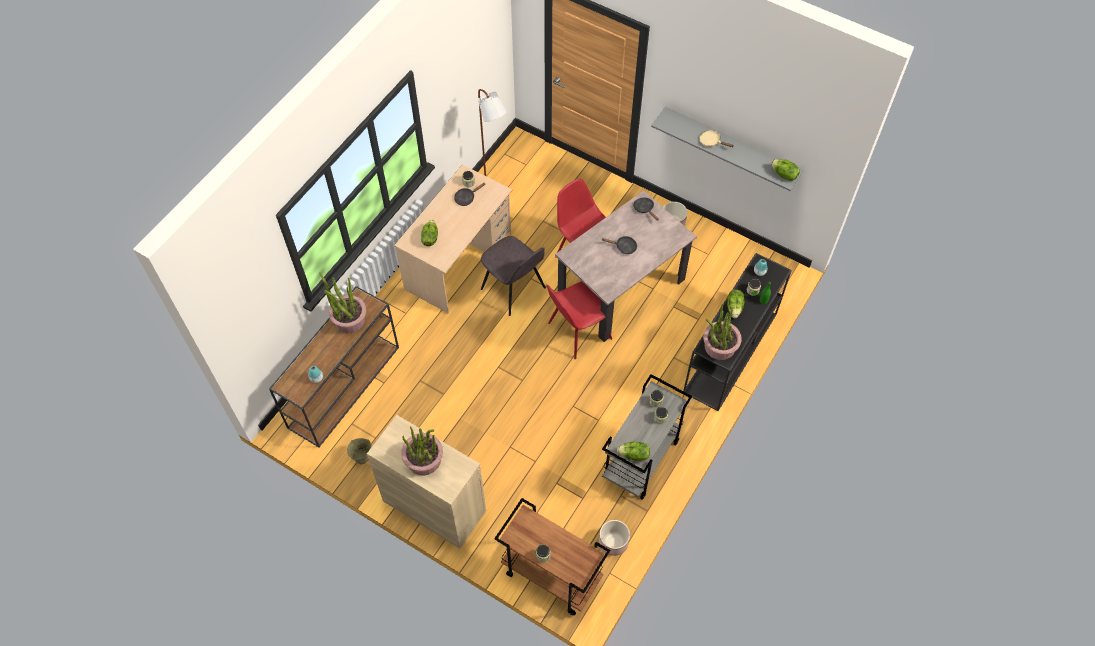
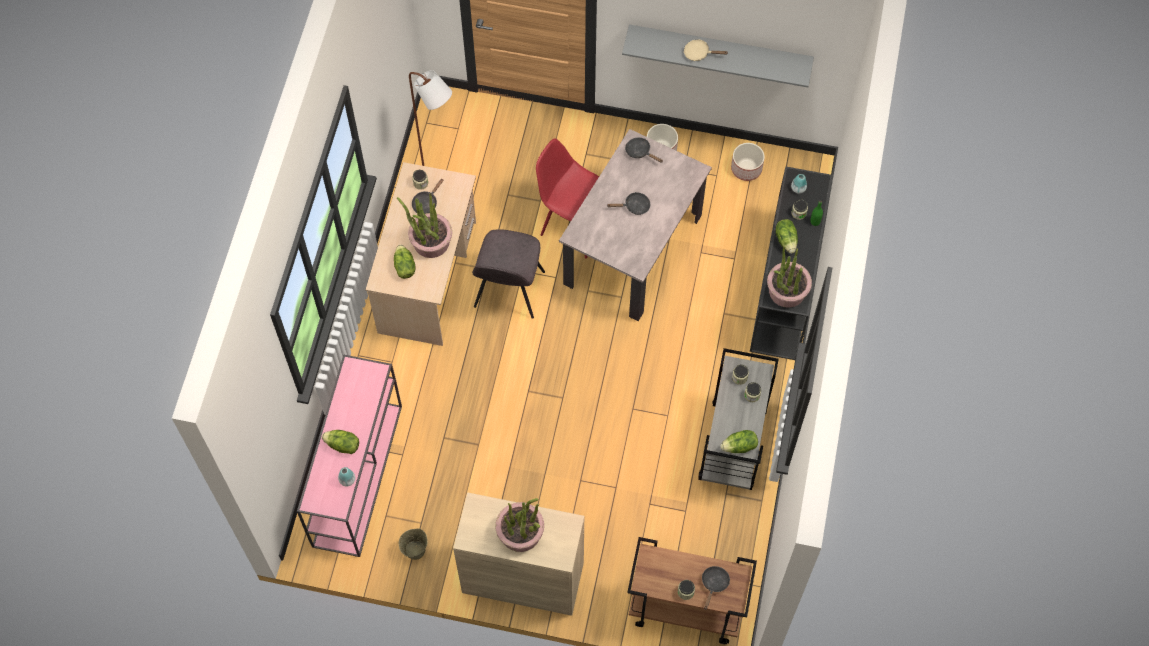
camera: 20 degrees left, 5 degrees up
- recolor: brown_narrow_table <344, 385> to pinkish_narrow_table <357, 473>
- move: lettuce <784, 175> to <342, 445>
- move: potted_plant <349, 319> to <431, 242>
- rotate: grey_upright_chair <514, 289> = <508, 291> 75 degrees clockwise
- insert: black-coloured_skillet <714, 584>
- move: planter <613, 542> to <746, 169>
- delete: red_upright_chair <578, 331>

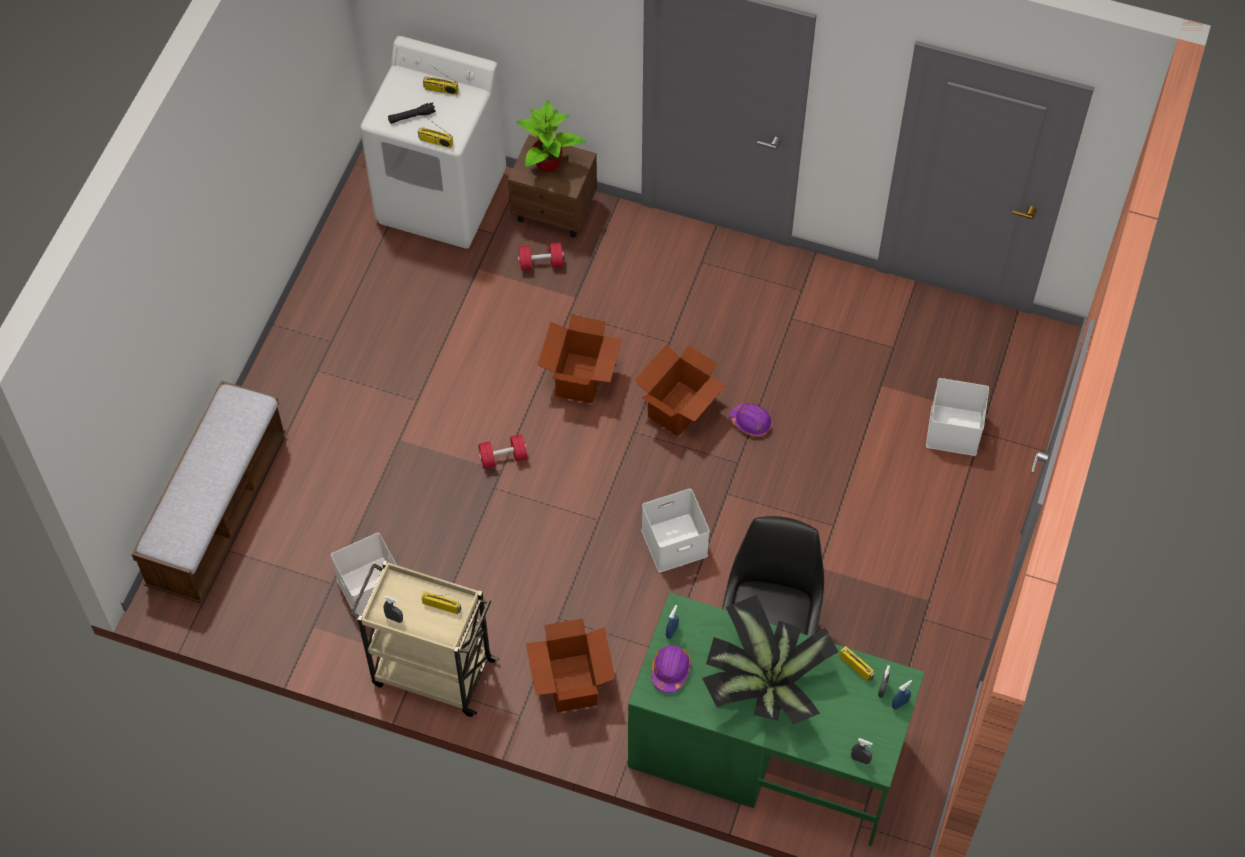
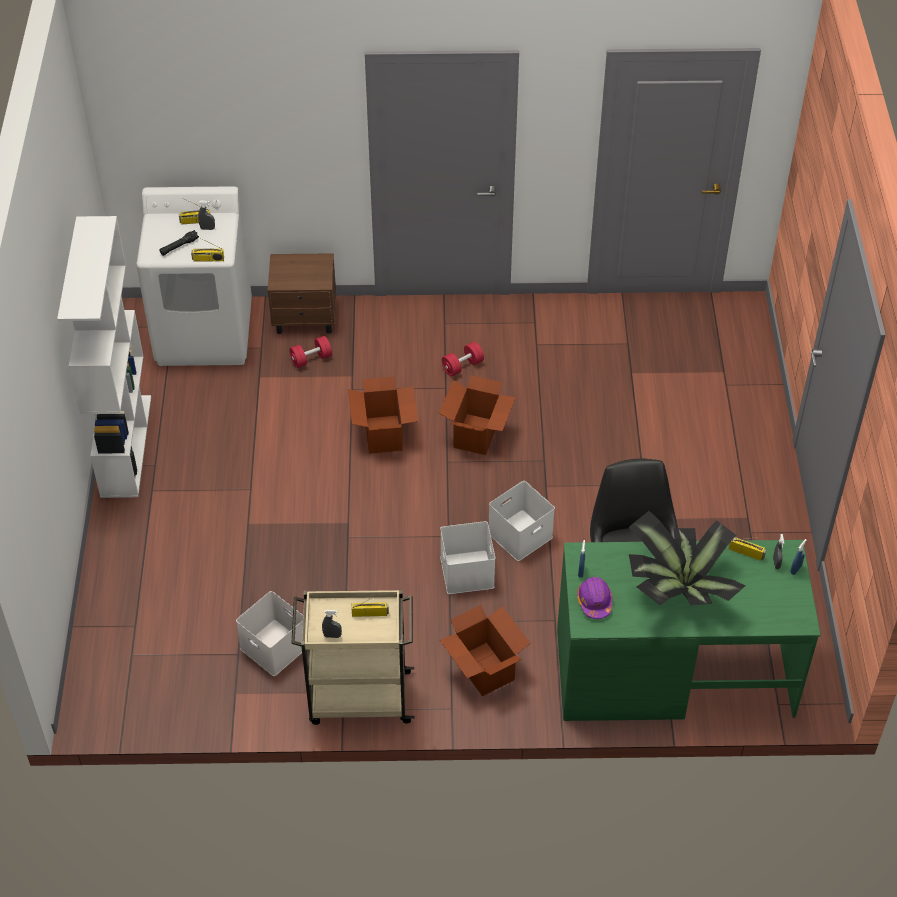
camera: 20 degrees left, 10 degrees down
- insert: white_shelving_unit <125, 445>
- move: grey_sprayer <860, 759> to <207, 228>
- move: white_storage_box <955, 431> to <468, 573>
- move: red_dumbbell <503, 457> to <462, 366>
- delete: long_seat <218, 510>
- delete: potted_plant <548, 164>
- delete: purplish_work_helmet <751, 422>

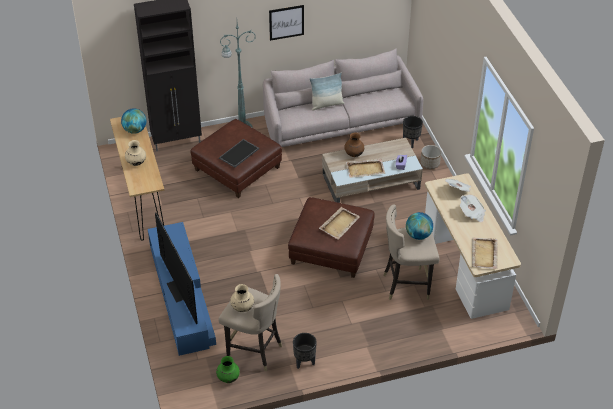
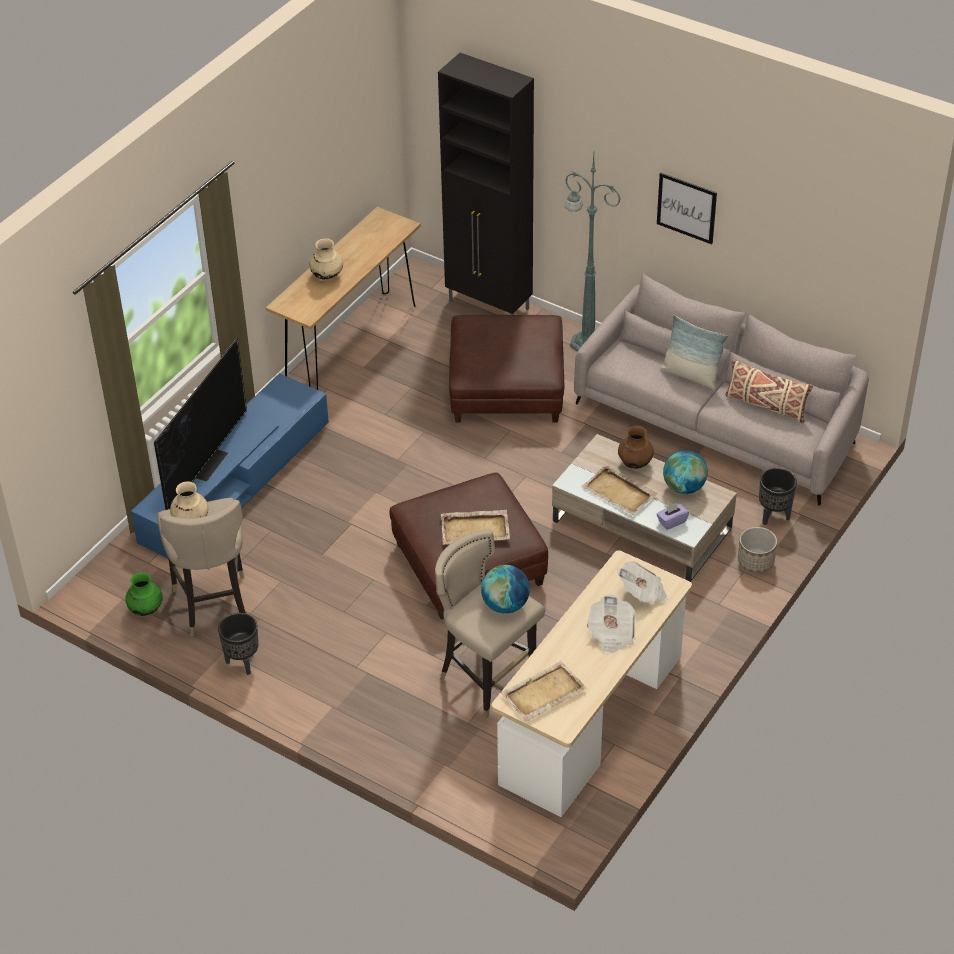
camera: 50 degrees right, 0 degrees up
- move: world_globe <135, 130> to <684, 487>
- insert: beige-coloured_throw_pillow <766, 405>
- delete: carrying_tray <239, 154>

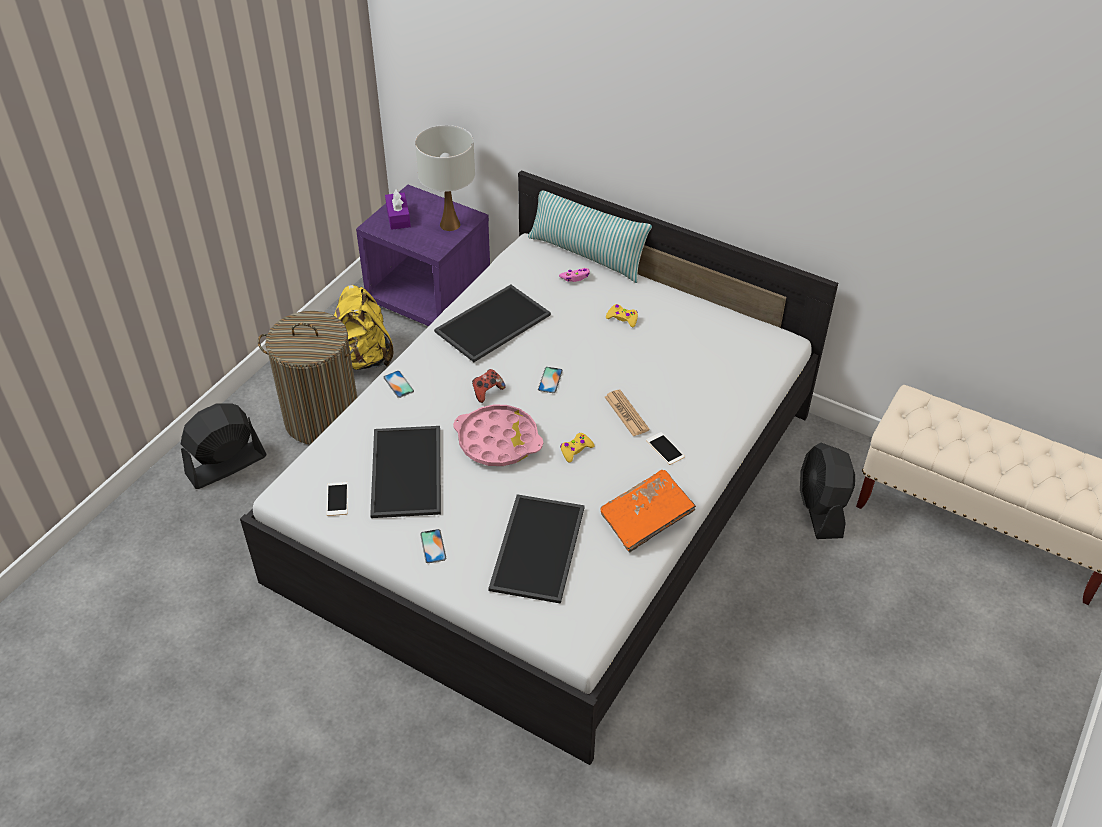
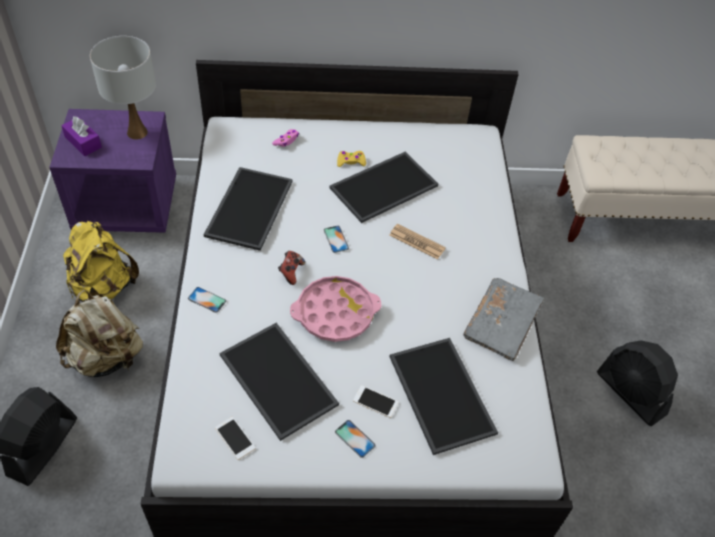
camera: 35 degrees left, 5 degrees up
- replace: hamper <322, 418> to beige-coloured_knapsack <106, 358>
- insert: carrying_tray <383, 185>
- move: handset <665, 448> to <375, 401>
- recolor: orangey_bound_book <646, 519> to grey_bound_book <501, 326>
- move: black-coloured_electric_fan <821, 508> to <631, 394>
- delete: throw_pillow <587, 255>
- delete: yellowish_joypad <575, 450>

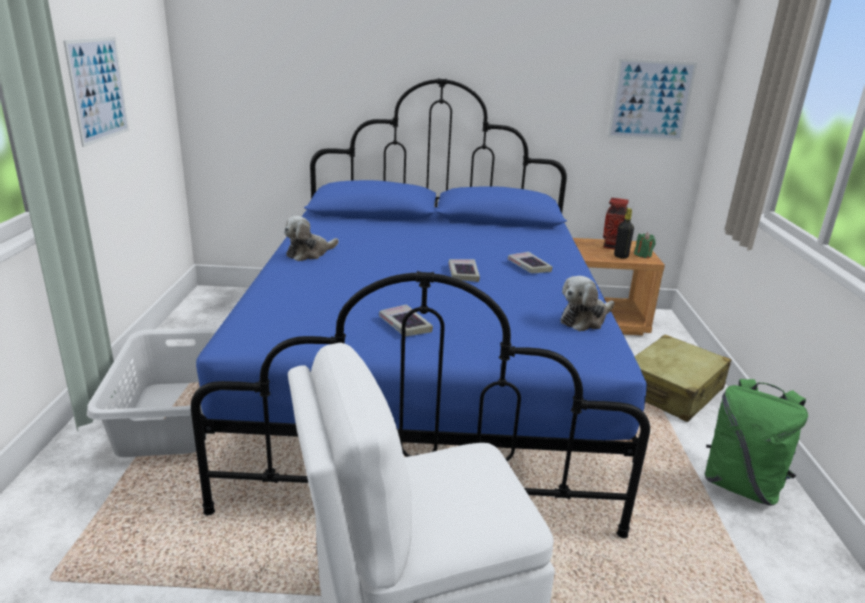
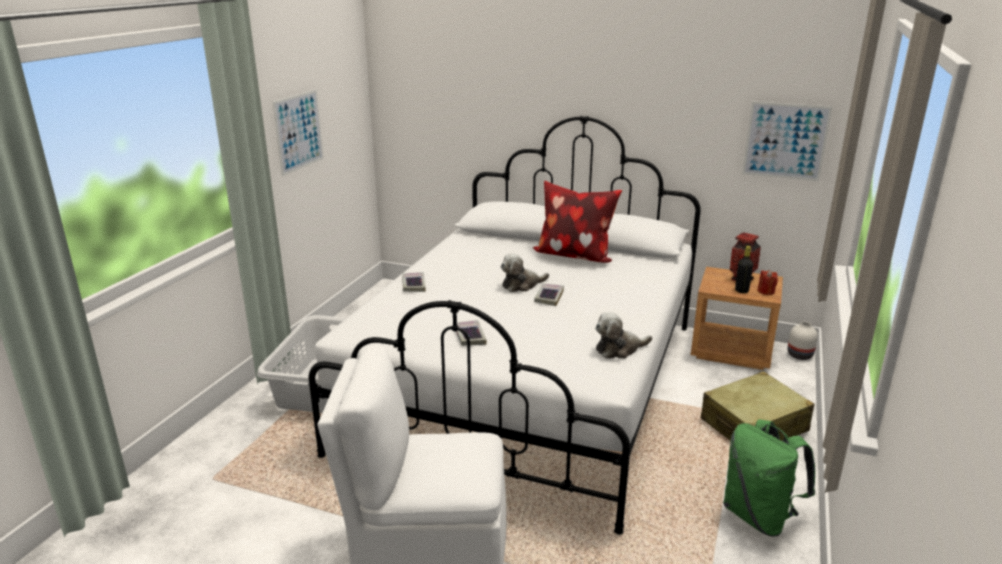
camera: 20 degrees right, 0 degrees up
- recolor: blue-coloured_bed <427, 381> to white_bed <530, 384>
- move: bound_book <529, 266> to <413, 285>
- move: soft_toy <309, 253> to <522, 285>
- insert: throw_pillow <574, 255>
- recolor: green-coloured_wax_candle <643, 255> to red_wax_candle <766, 291>
- insert: white_flower_vase <800, 355>

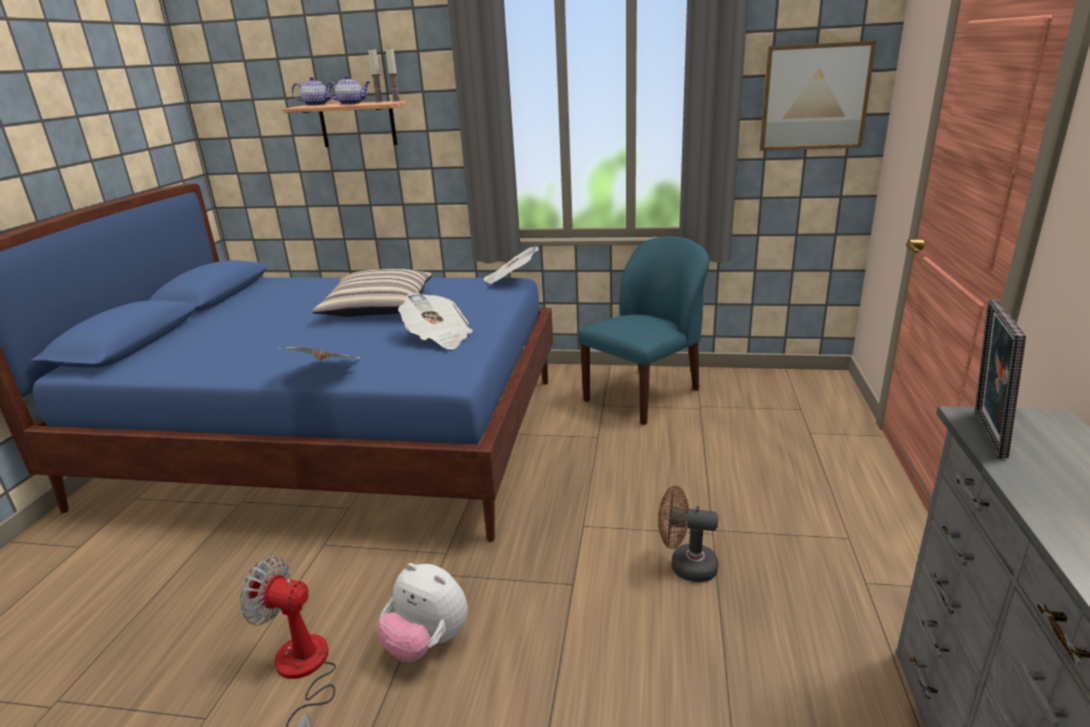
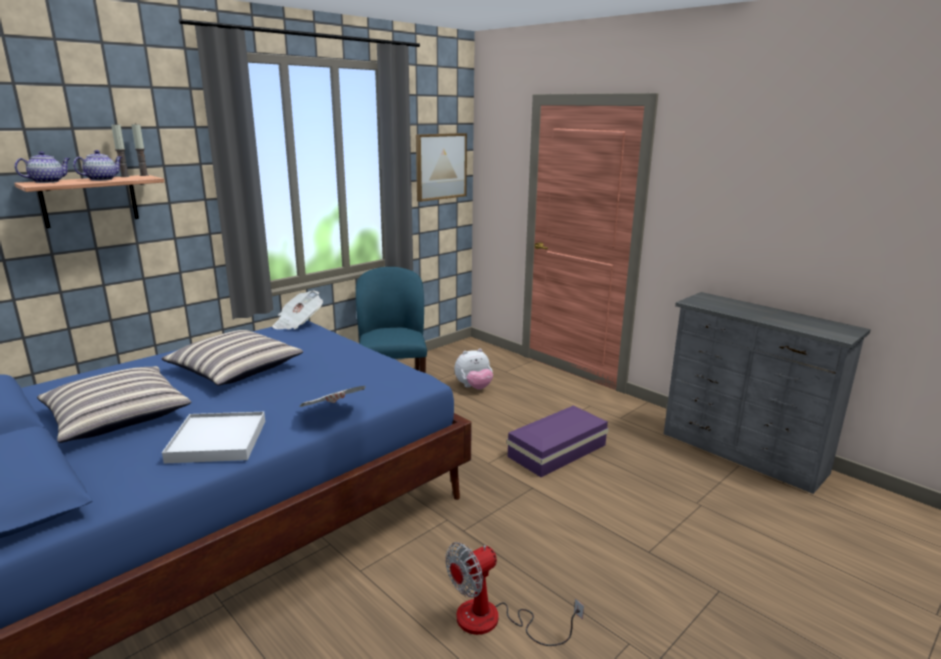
camera: 55 degrees left, 5 degrees down
- insert: throw_pillow <117, 416>
- insert: white_carrying_tray <217, 441>
- move: soft_toy <427, 643> to <474, 387>
- replace: brown_electric_fan <685, 566> to purplish_storage_box <559, 450>
- delete: daily_paper <438, 338>
- delete: picture_frame <983, 433>

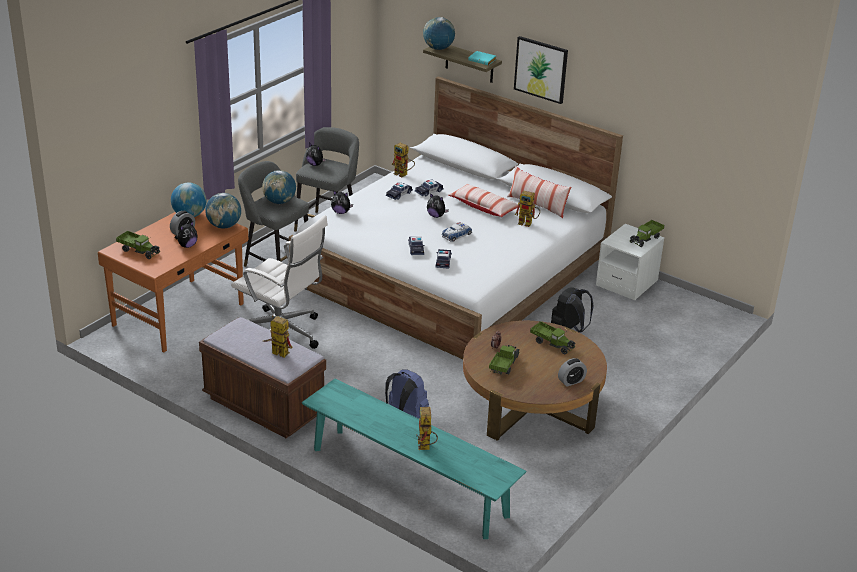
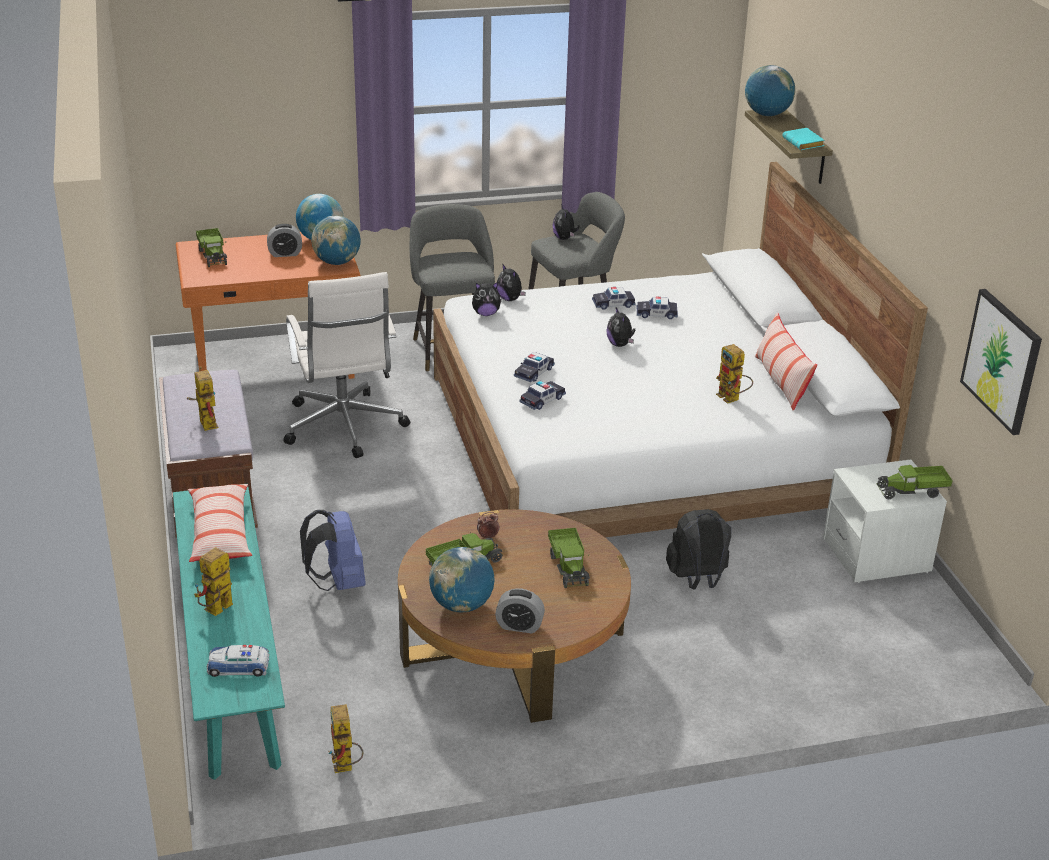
camera: 40 degrees right, 0 degrees up
- move: throw_pillow <483, 207> to <220, 533>
- move: toy_car <456, 235> to <238, 666>
- move: toy_robot <403, 174> to <345, 767>
- move: world_globe <279, 202> to <461, 605>
- move: soft_toy <187, 246> to <486, 314>
- move: wall_picture <541, 69> to <1002, 360>

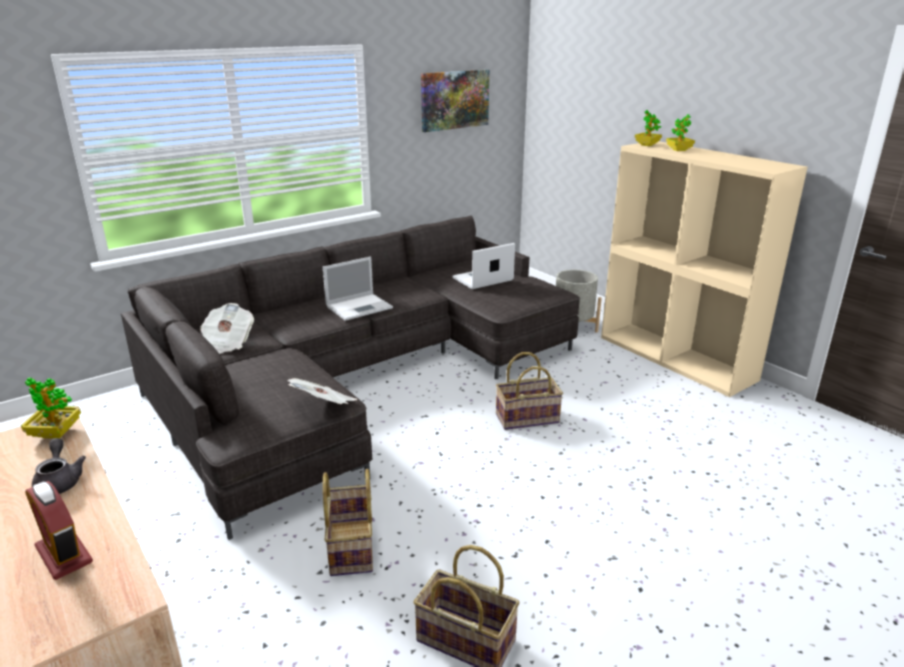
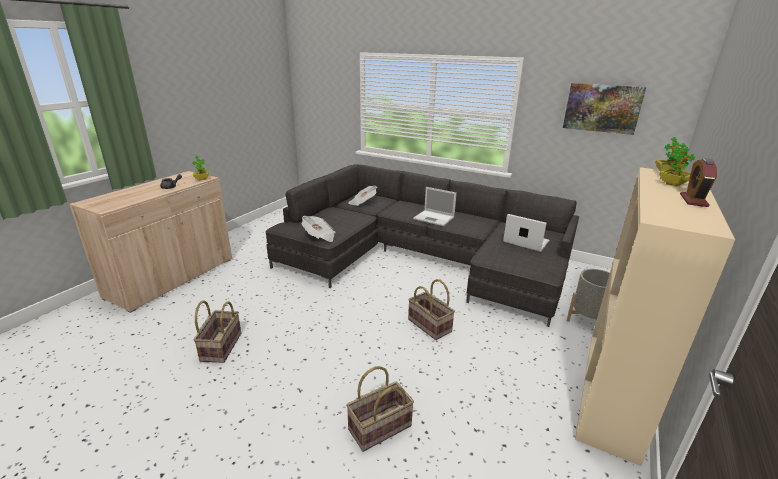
camera: 65 degrees right, 0 degrees up
- move: household_basket <352, 547> to <380, 428>
- move: table_clock <64, 555> to <693, 200>

